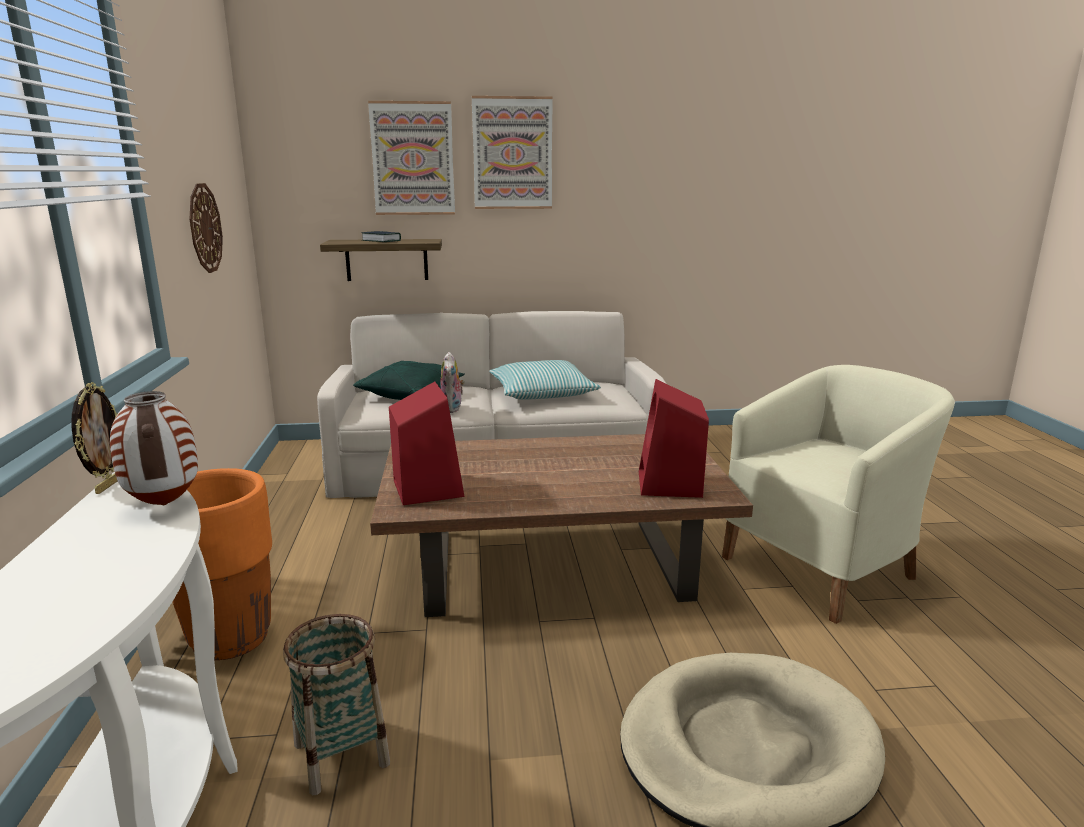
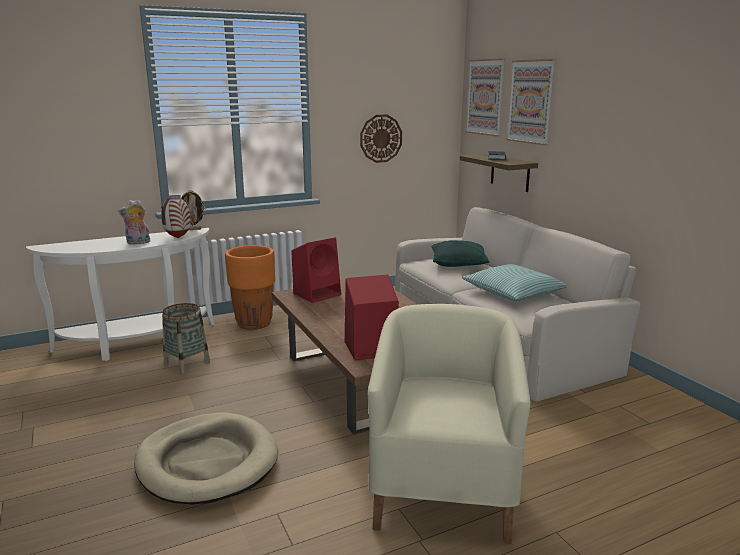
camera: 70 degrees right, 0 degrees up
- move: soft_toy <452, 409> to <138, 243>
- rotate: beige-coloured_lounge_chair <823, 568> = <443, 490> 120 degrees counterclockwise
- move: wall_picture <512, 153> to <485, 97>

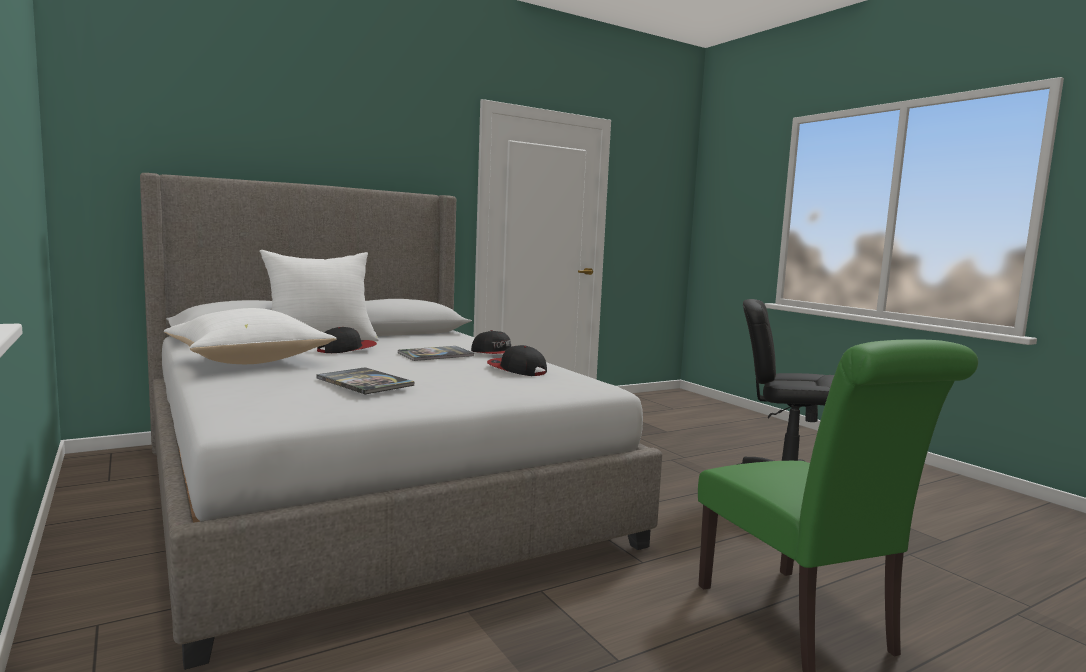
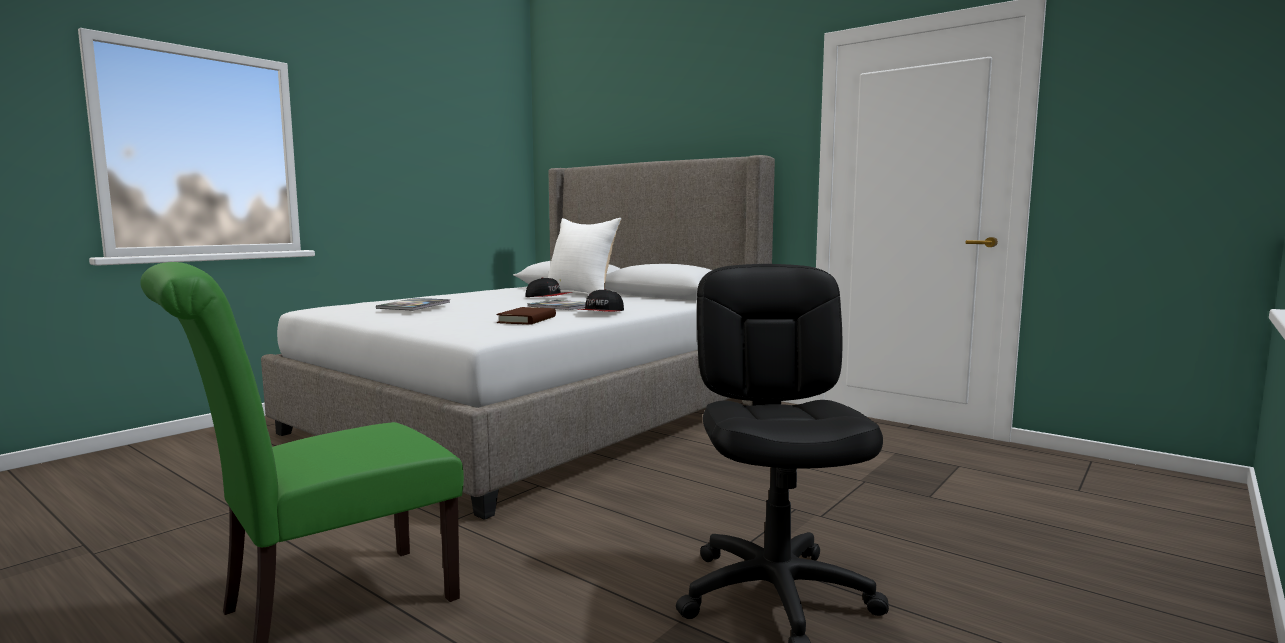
camera: 70 degrees right, 0 degrees up
- replace: baseball_cap <516, 369> to brown_bound_book <527, 320>
- delete: white_throw_pillow <250, 361>

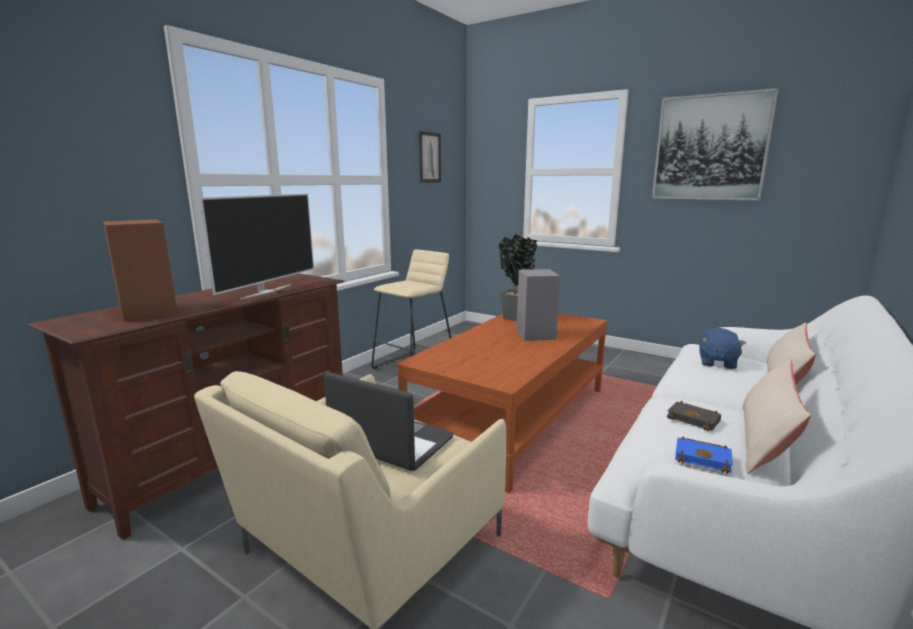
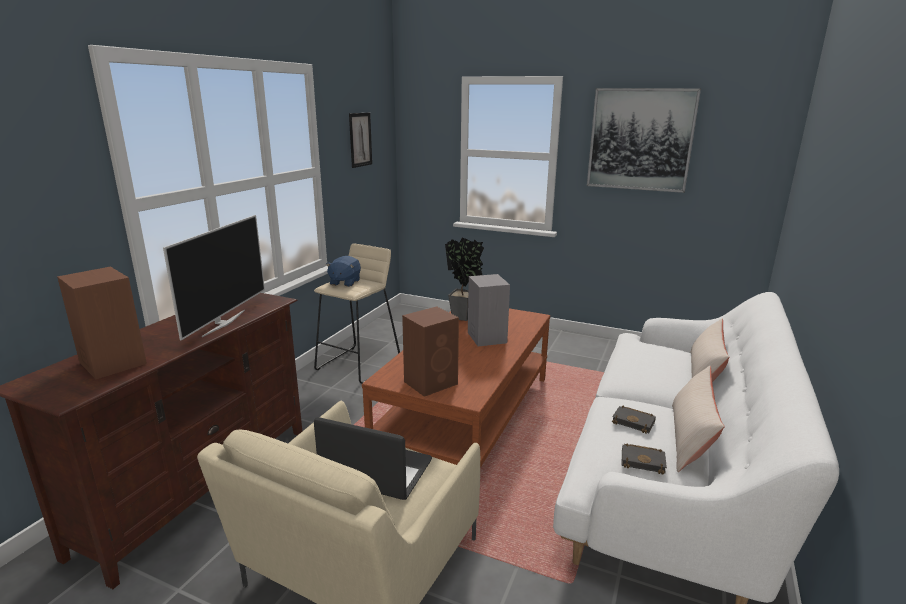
camera: 10 degrees left, 5 degrees up
- move: blue-coloured_soft_toy <716, 362> to <344, 282>
- insert: brown_speaker <432, 382>
- recolor: blue-coloured_bound_book <704, 458> to black-coloured_bound_book <644, 461>

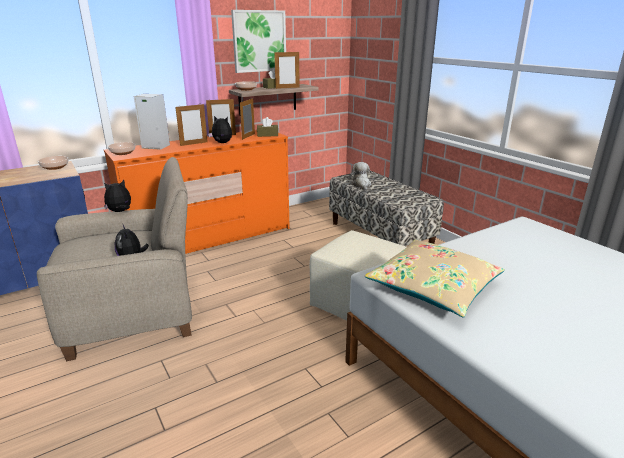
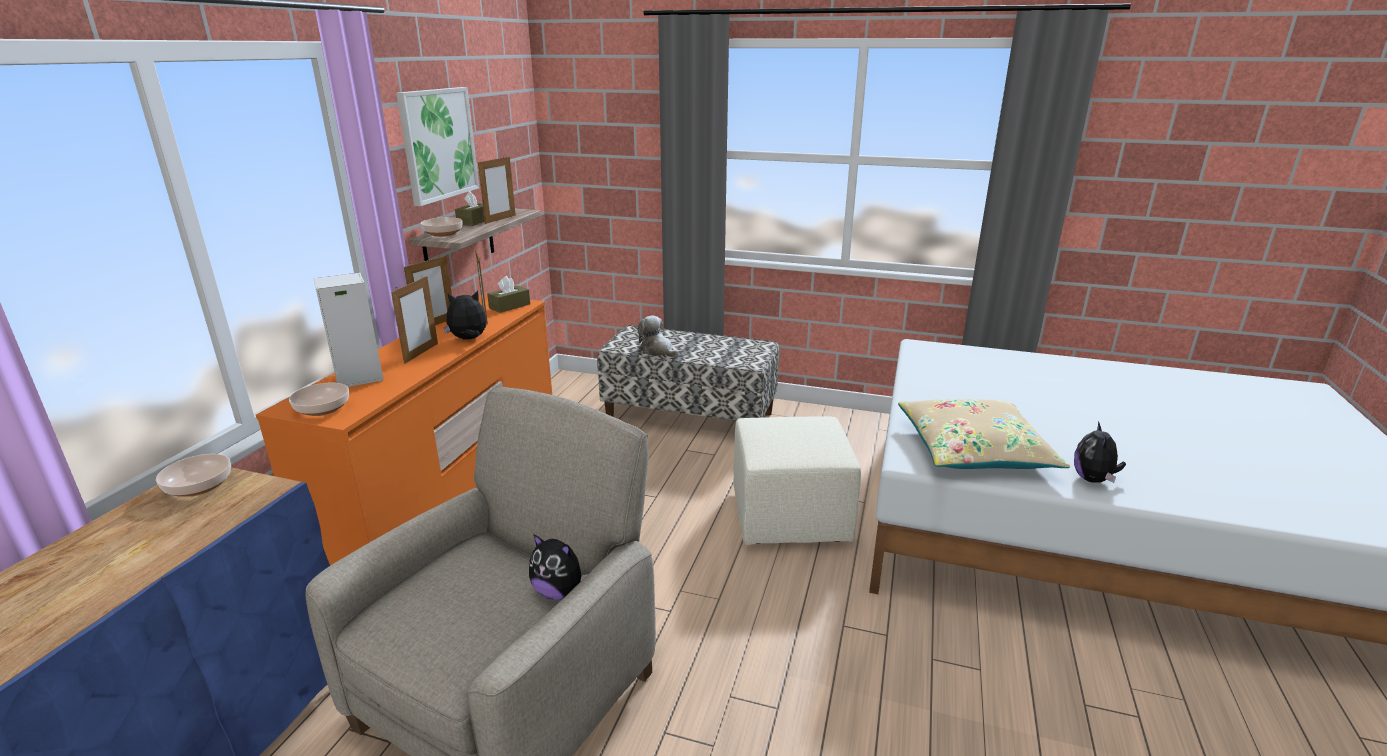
camera: 40 degrees left, 0 degrees up
- move: soft_toy <120, 211> to <1093, 479>

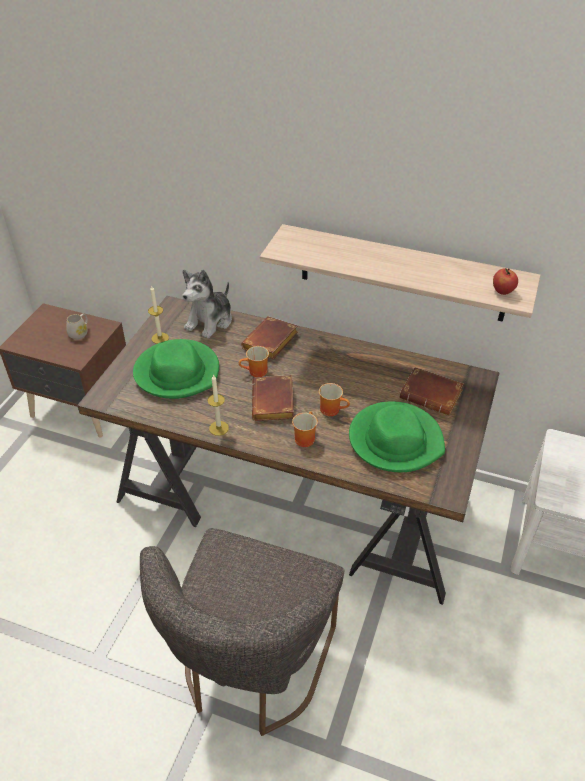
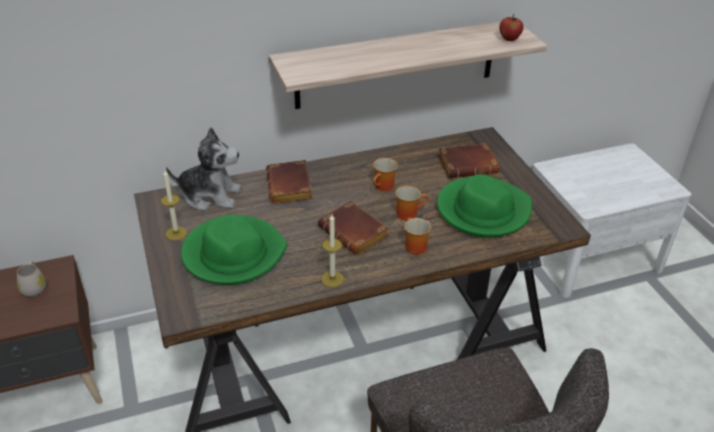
camera: 40 degrees left, 5 degrees down
- rotate: soft_toy <210, 321> = <210, 196> 75 degrees counterclockwise
- move: mug <256, 372> to <384, 187>

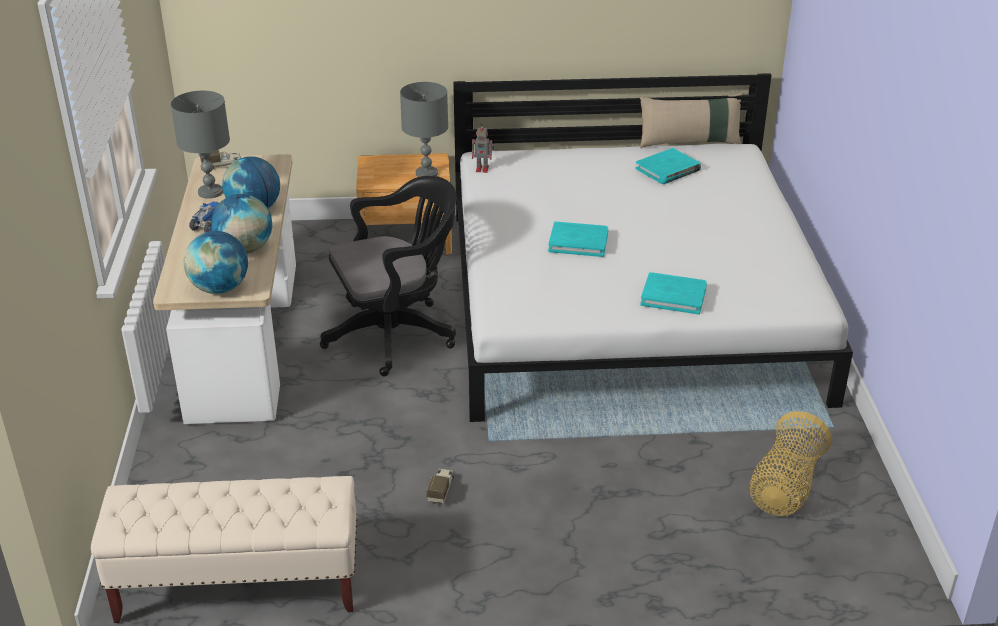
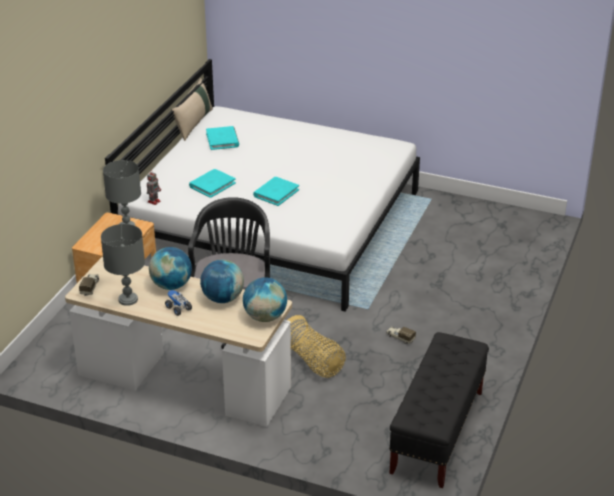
camera: 65 degrees left, 0 degrees up
- move: turquoise-coloured_bound_book <673, 296> to <212, 185>
- move: household_basket <785, 487> to <313, 362>
- recolor: beige-coloured_long_seat <238, 586> to black-coloured_long_seat <437, 432>

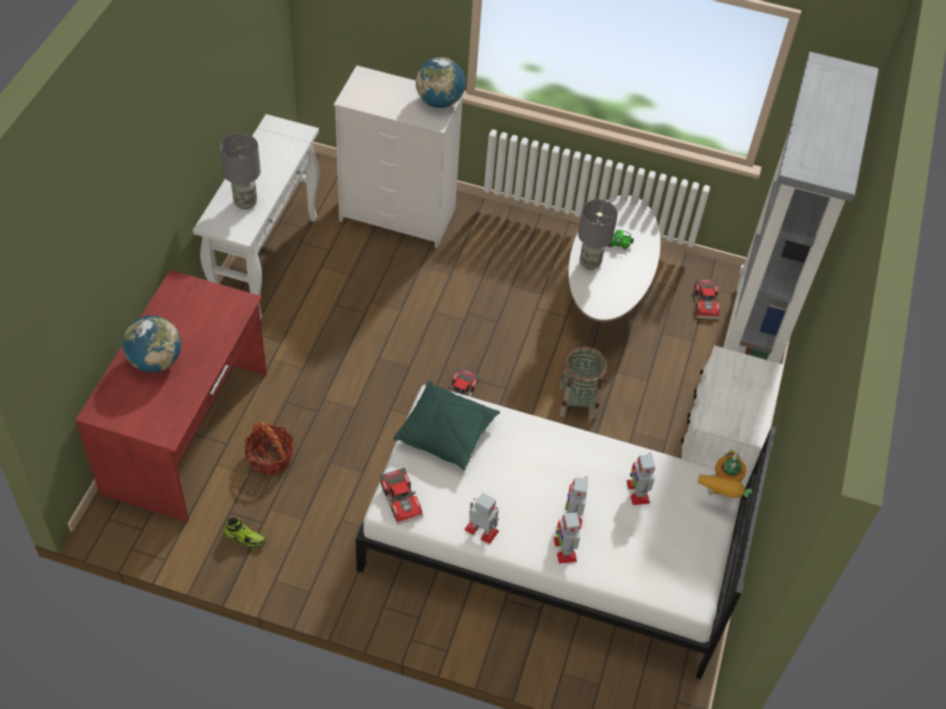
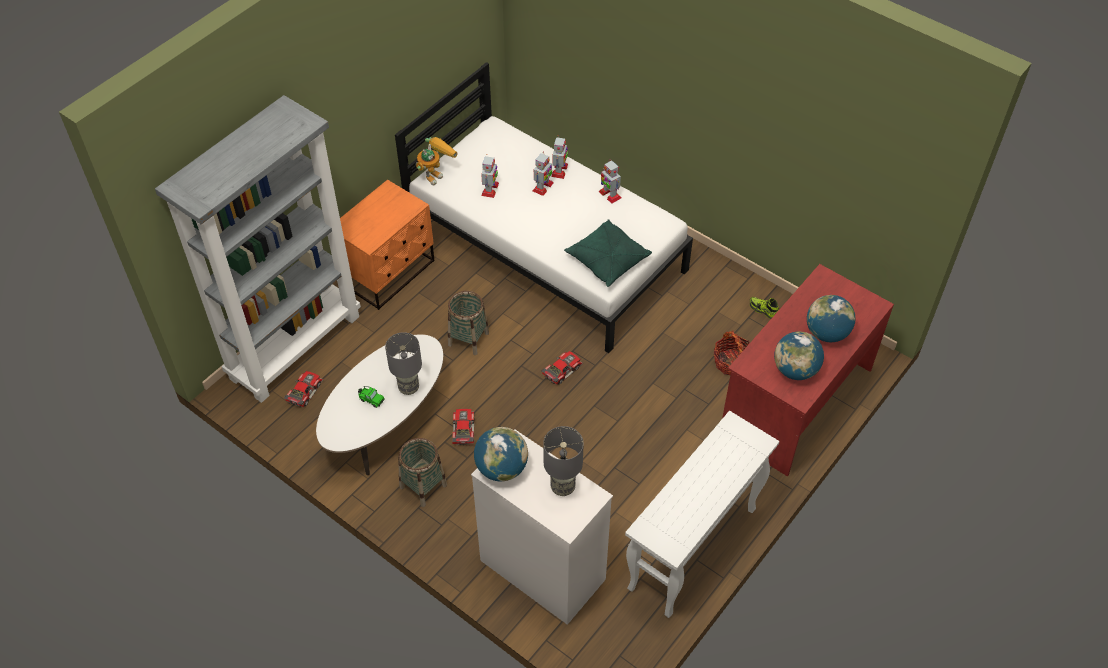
camera: 155 degrees left, 0 degrees up
- recolor: white_night_table <714, 456> to orangey_night_table <389, 273>
- insert: household_basket <423, 486>
- move: toy_car <402, 499> to <462, 430>
- move: grey_tabletop_lamp <245, 202> to <562, 487>
- insert: world_globe <795, 370>

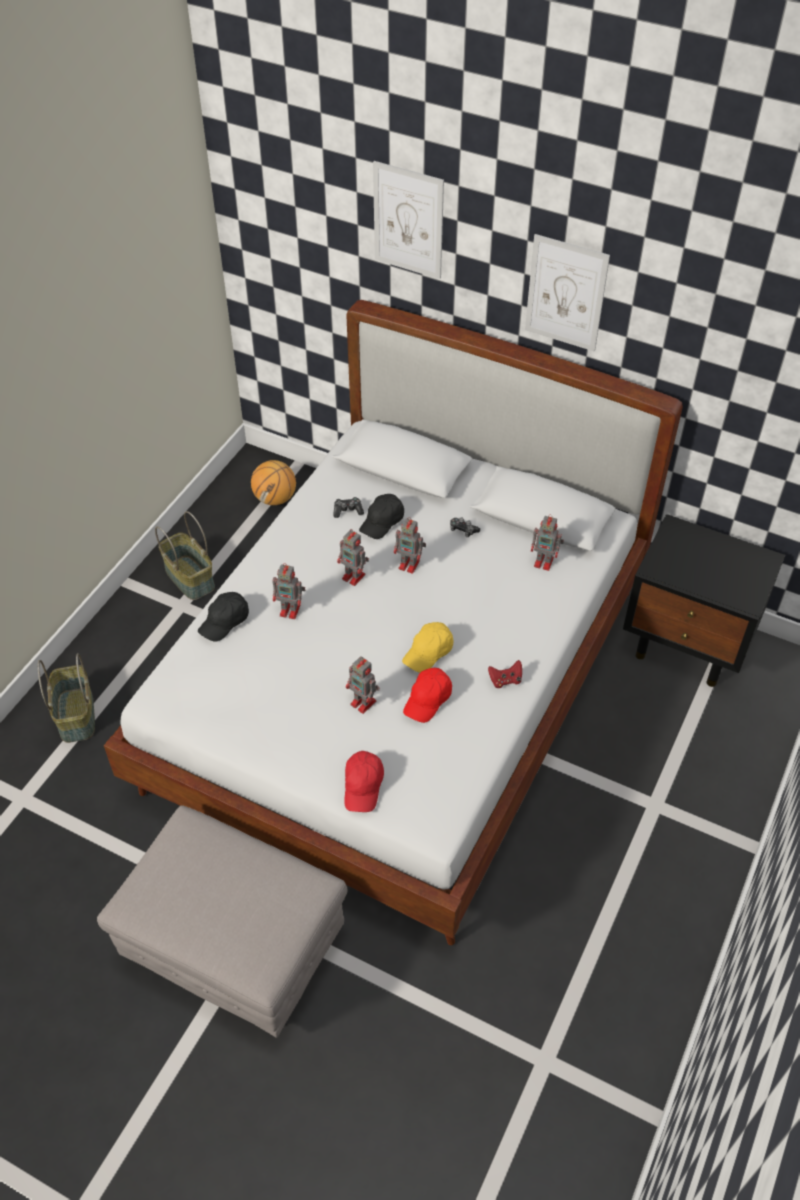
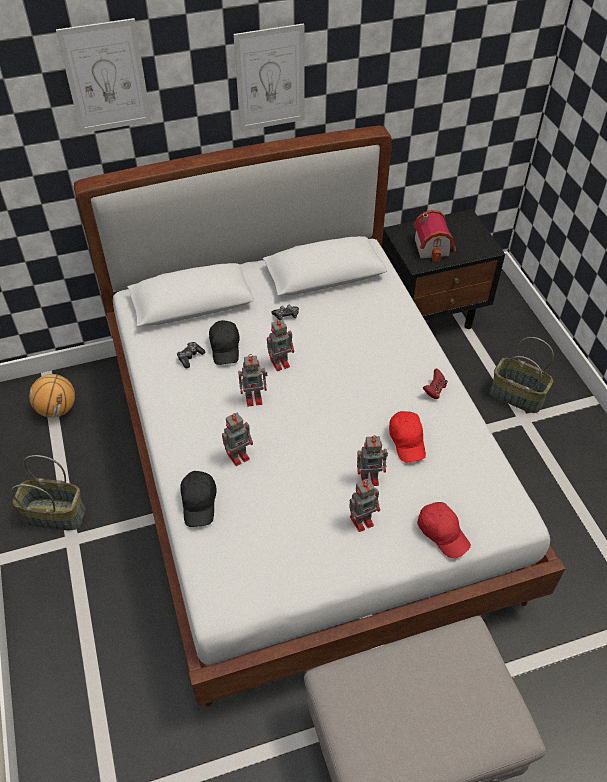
camera: 45 degrees left, 0 degrees up
- move: toy_robot <545, 562> to <362, 520>
- insert: miniature_house <434, 247>
- move: household_basket <75, 715> to <516, 396>
- delete: yellowish_baseball_cap <429, 652>

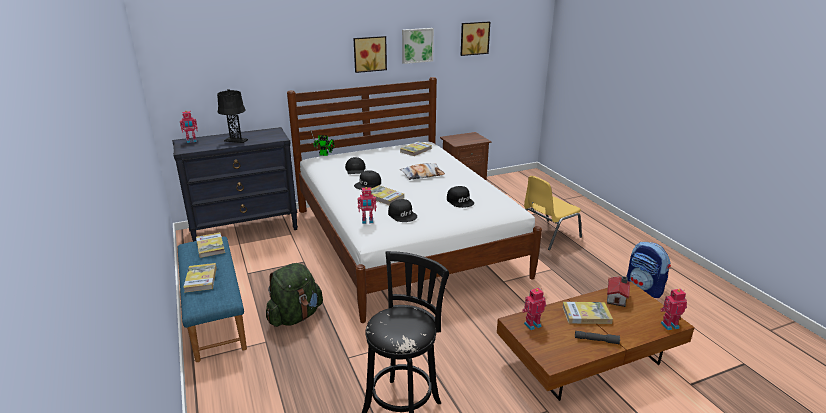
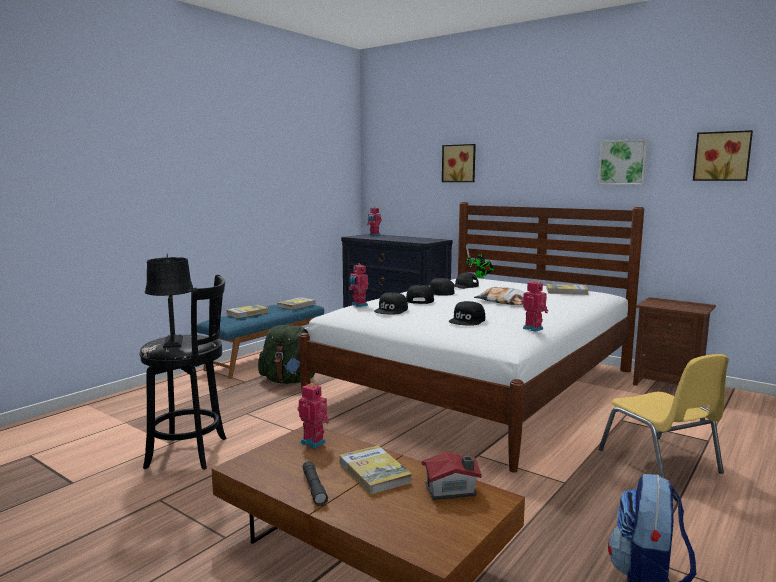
camera: 60 degrees right, 15 degrees down
- move: black-coloured_tabletop_lamp <236, 140> to <173, 342>
- replace: bound_book <384, 197> to black-coloured_baseball_cap <419, 300>
- move: wall_picture <369, 54> to <459, 163>
- move: toy_robot <669, 325> to <533, 328>
- rotate: yellowish_upright_chair <548, 235> = <660, 462> 135 degrees counterclockwise

